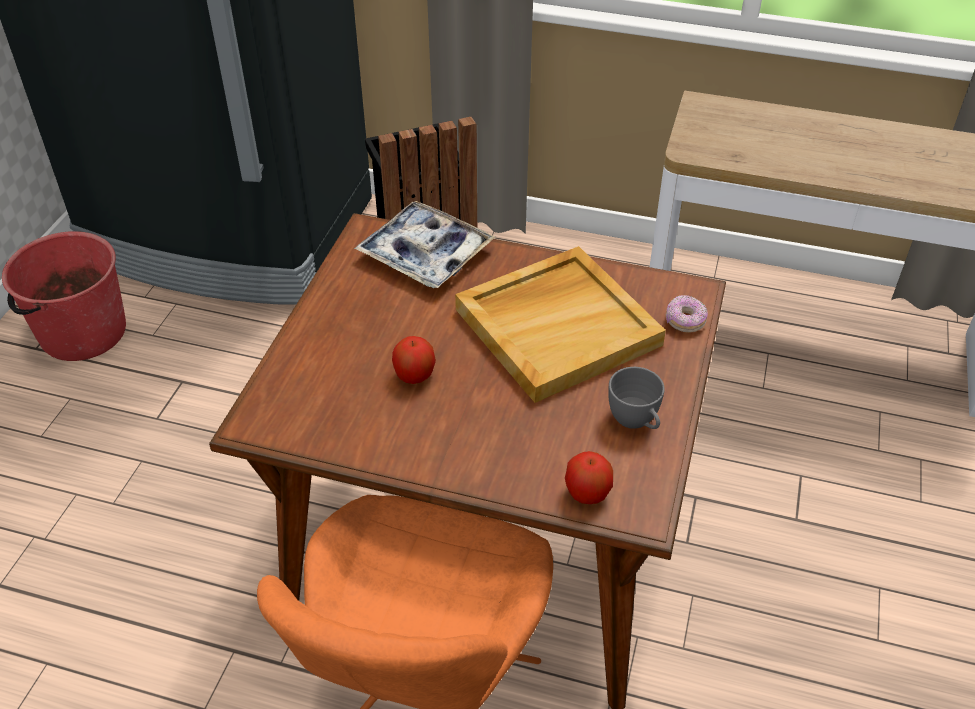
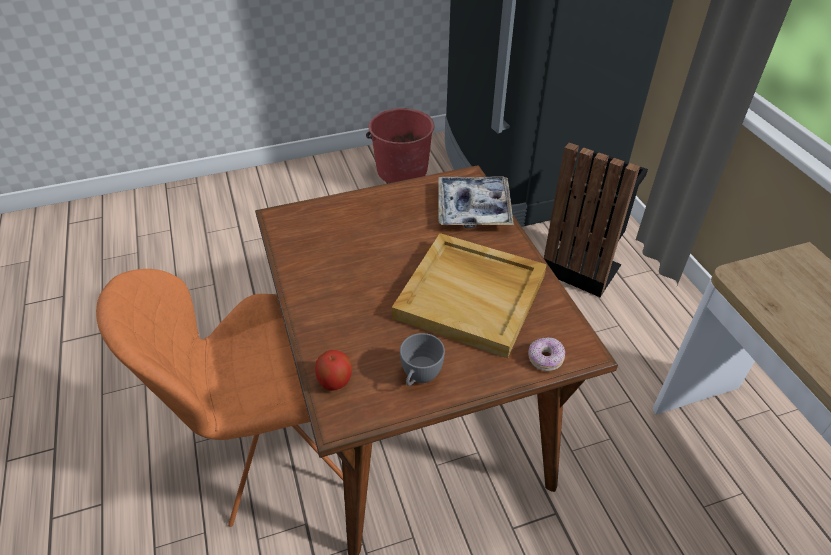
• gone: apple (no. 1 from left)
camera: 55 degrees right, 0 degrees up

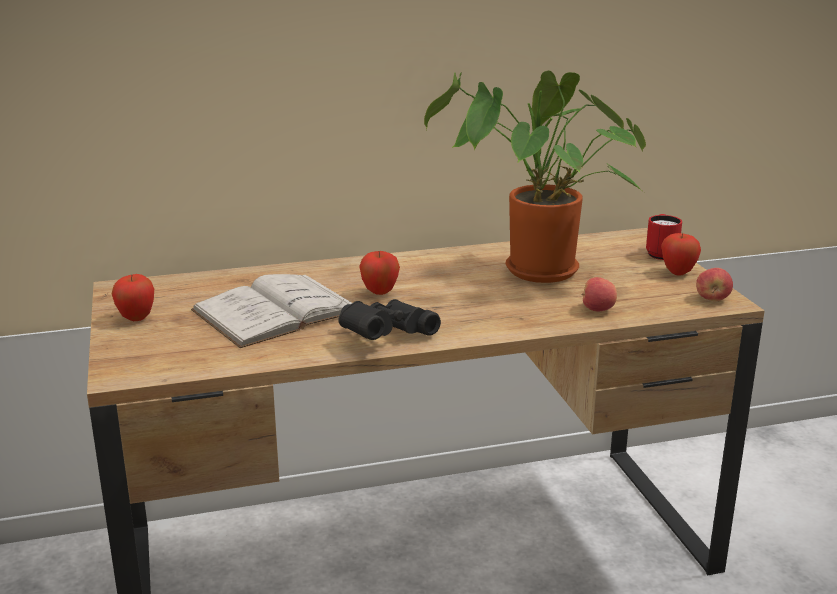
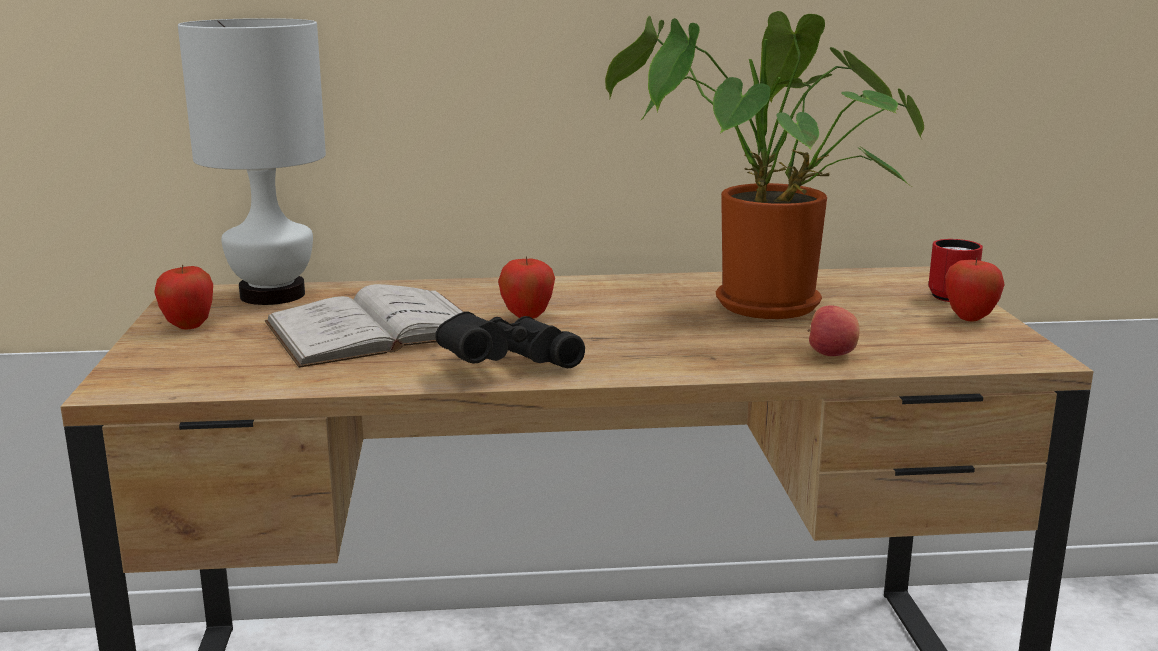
• gone: apple (no. 5 from left)
• new: white_table_lamp
camera: 10 degrees right, 5 degrees down

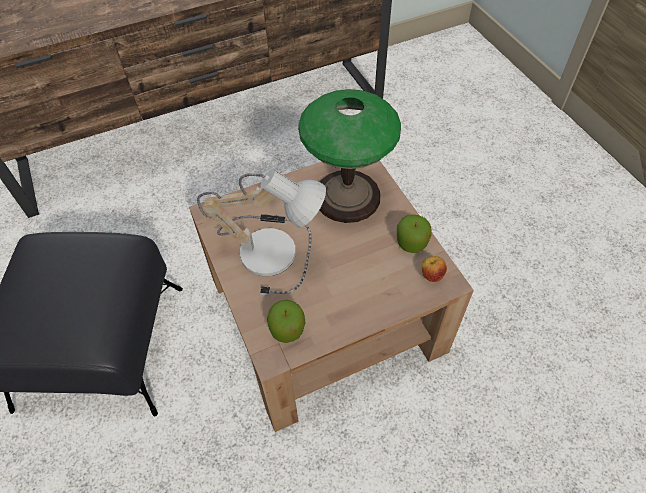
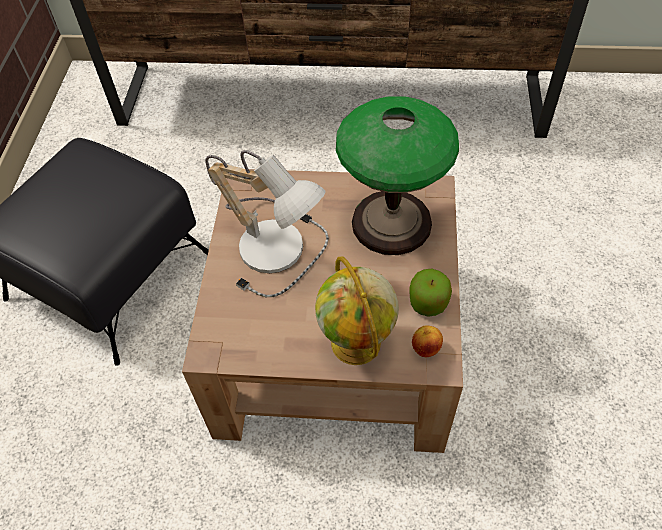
• gone: apple (no. 1 from left)
• new: globe
camera: 30 degrees right, 0 degrees up

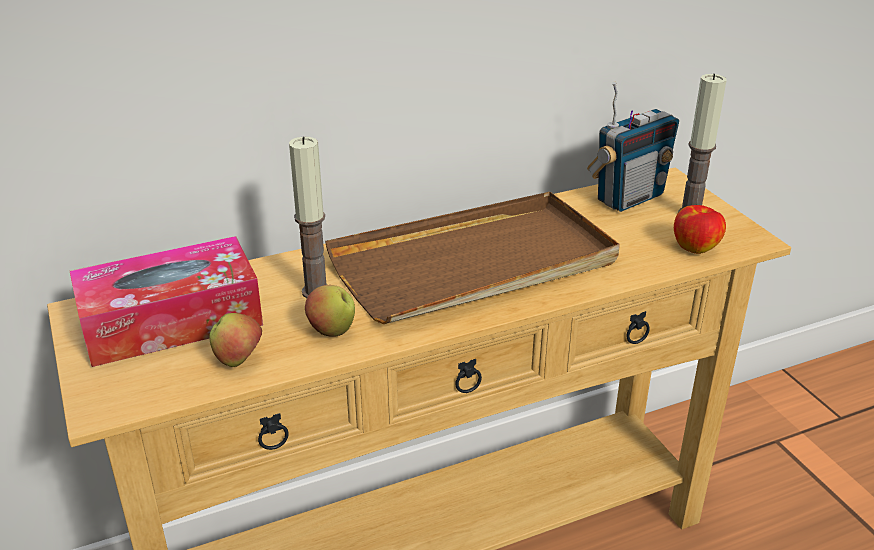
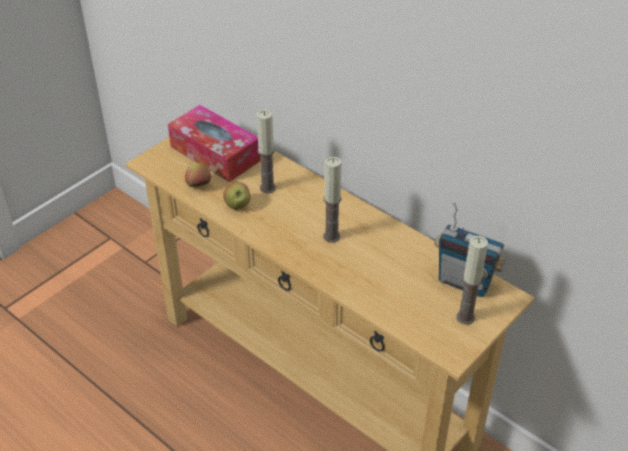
• gone: apple (no. 3 from left)
• swapped: brown_tray to candle (no. 2 from left)
camera: 65 degrees right, 10 degrees up

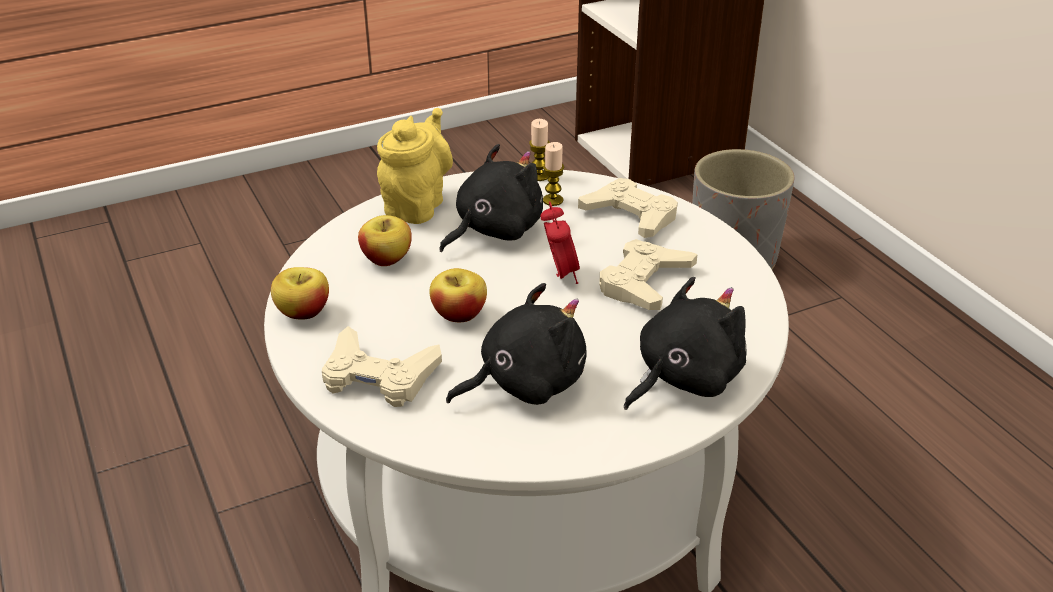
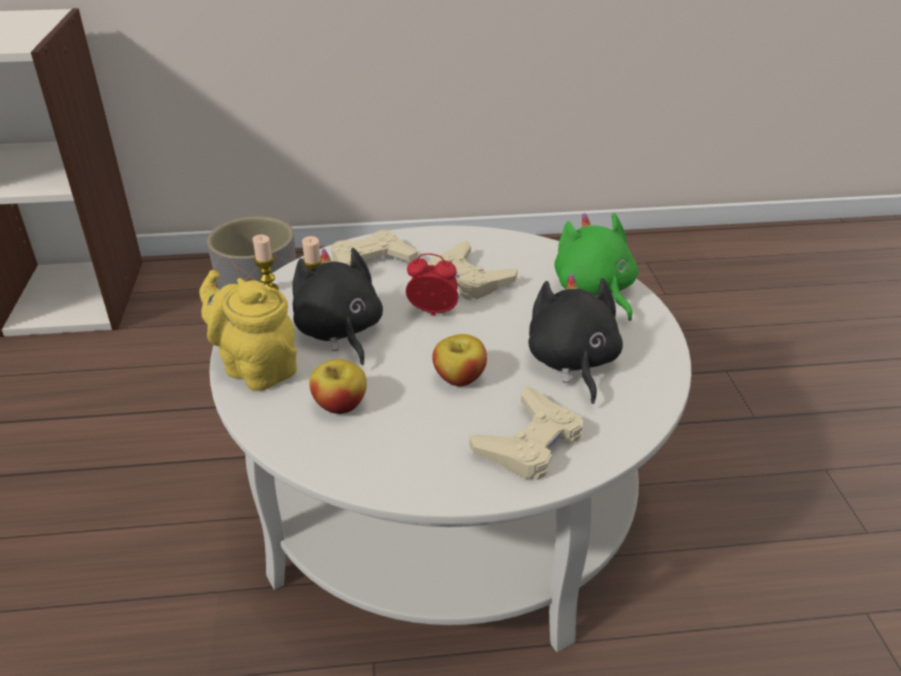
• gone: apple (no. 1 from left)
• repainted: black_plush_toy (no. 3 from left) to green_plush_toy
camera: 70 degrees left, 0 degrees up

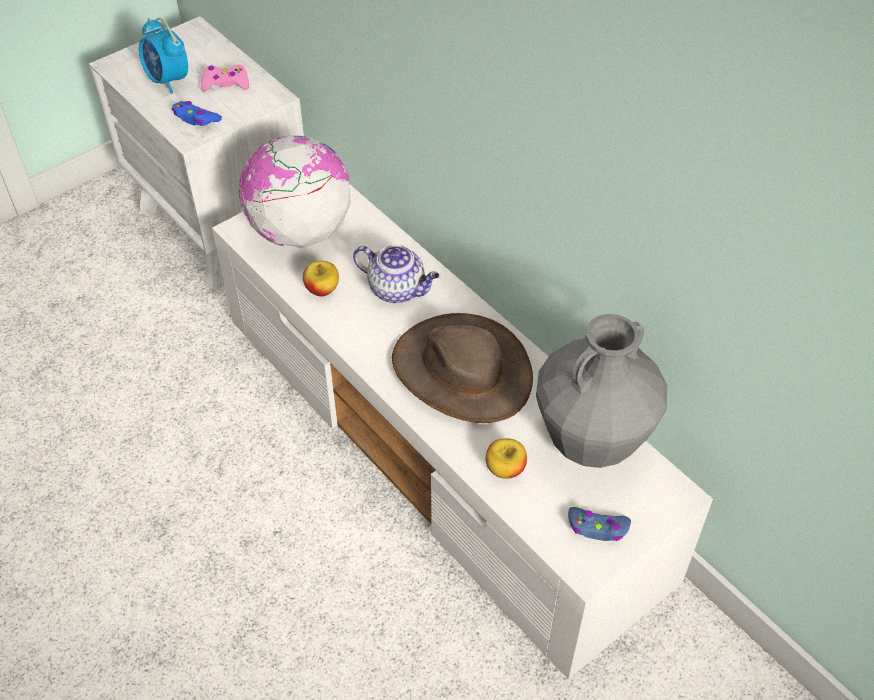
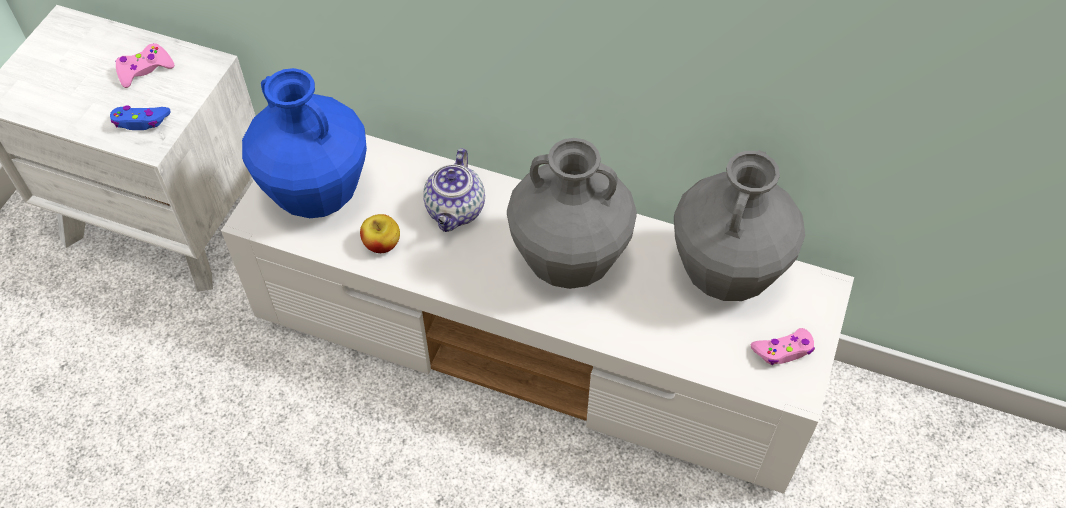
• gone: alarm_clock
• gone: apple (no. 2 from left)
• swapped: globe to blue_vase
• swapped: brown_hat to grey_vase (no. 1 from left)
• repainted: blue_game_controller (no. 2 from left) to pink_game_controller (no. 2 from left)
• rotated: teapot 105 degrees clockwise
camera: 30 degrees left, 5 degrees up

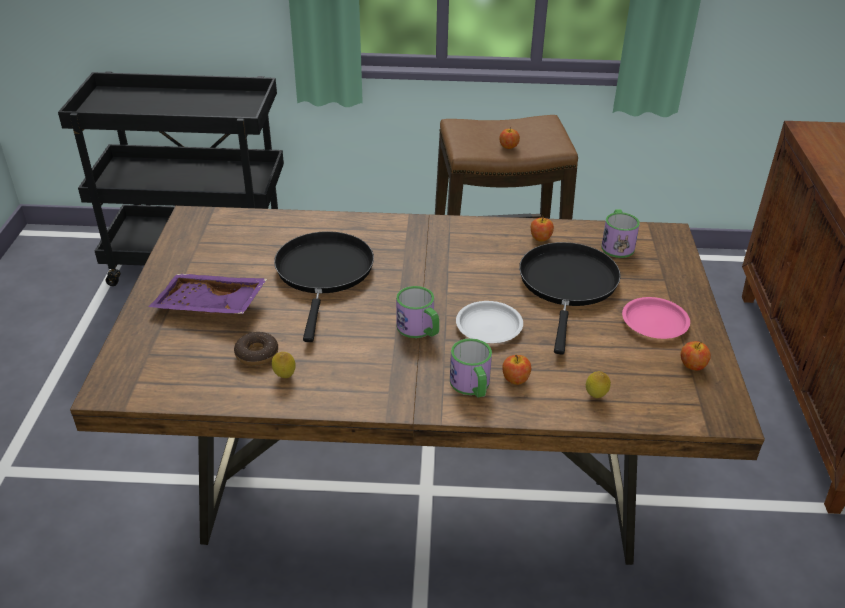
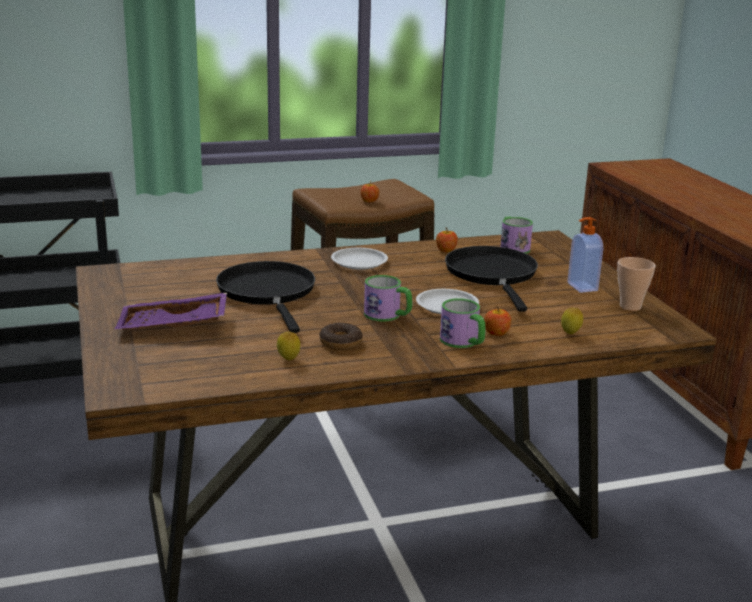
• new: white_plate (no. 1 from left)
• shifted: donut
• swapped: pink_plate to soap_dispenser
• swapped: apple (no. 4 from left) to cup
camera: 20 degrees left, 15 degrees down

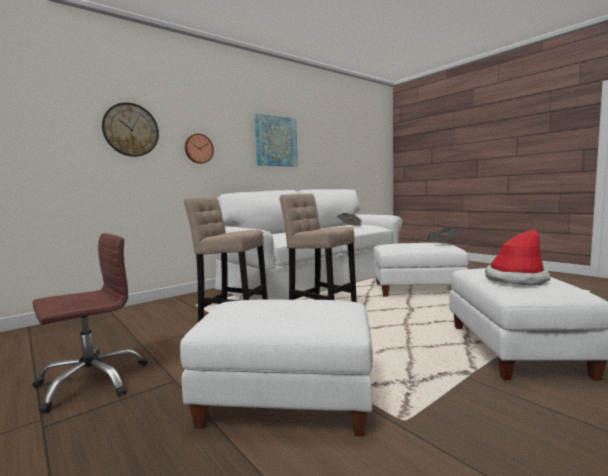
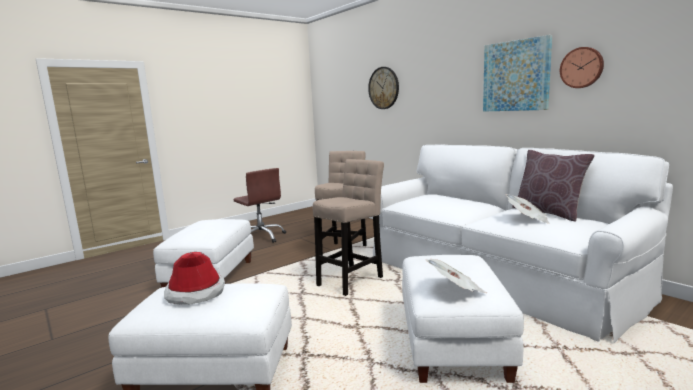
• new: brown_pillow
• shifted: wall_clock (no. 2 from left)
camera: 90 degrees right, 5 degrees up

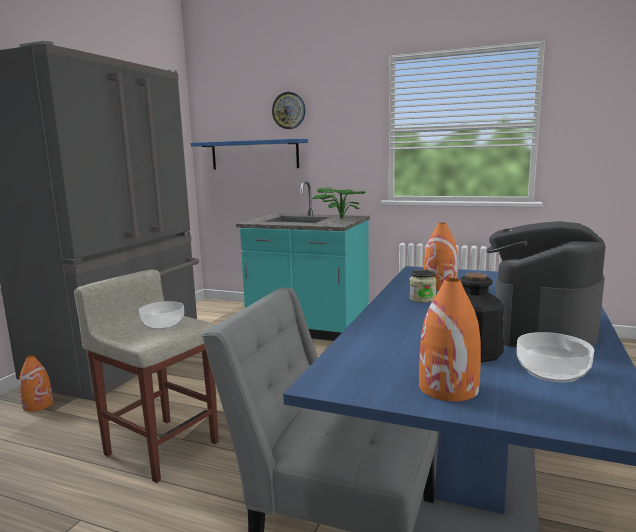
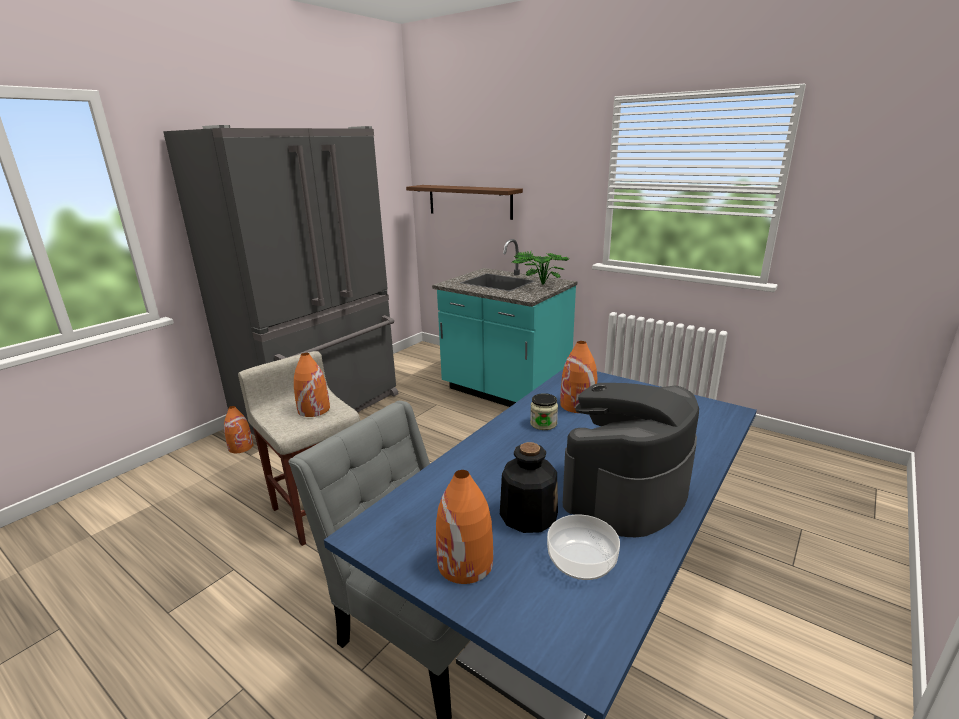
• gone: wall_clock
• swapped: bowl (no. 1 from left) to orange_vase (no. 2 from left)
• repainted: blue_shelf to brown_shelf
camera: 15 degrees right, 10 degrees up

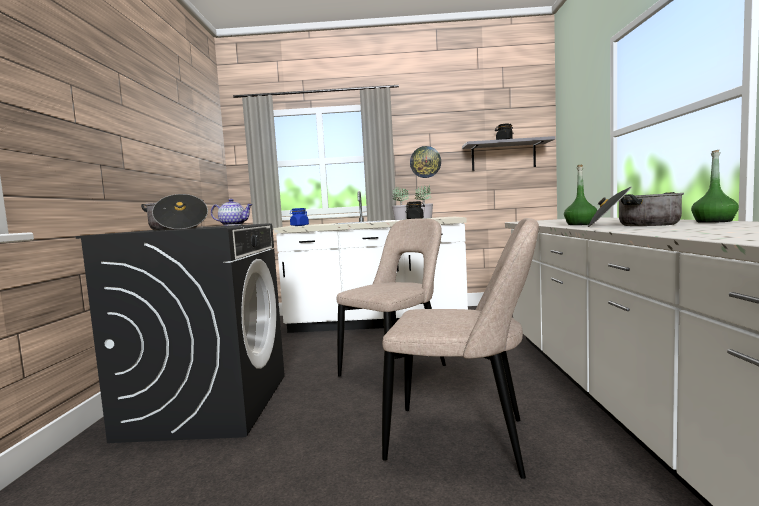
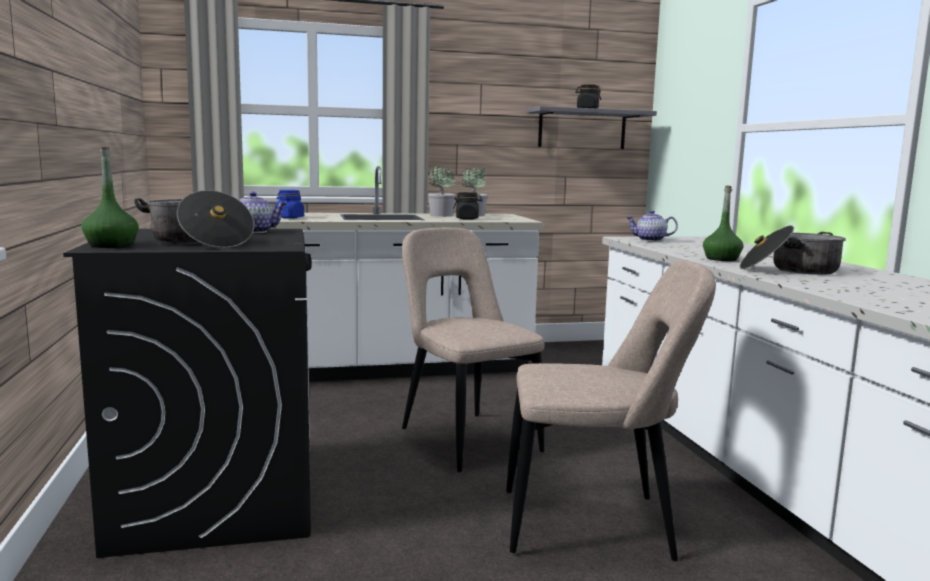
• gone: wall_clock
• new: teapot (no. 2 from left)
• shifted: green_bottle (no. 2 from left in the first image) to green_bottle (no. 1 from left)
• rotated: beige_chair (no. 1 from left) 60 degrees counterclockwise
camera: 15 degrees left, 5 degrees up

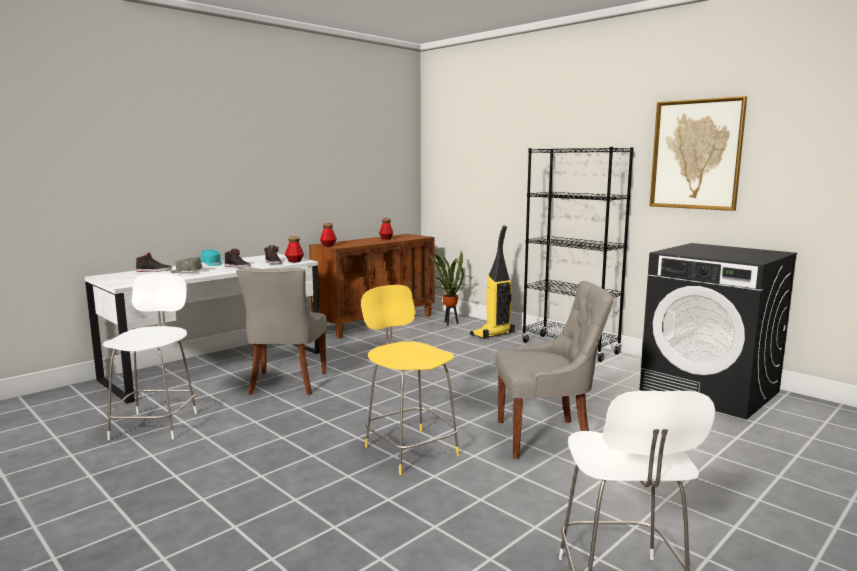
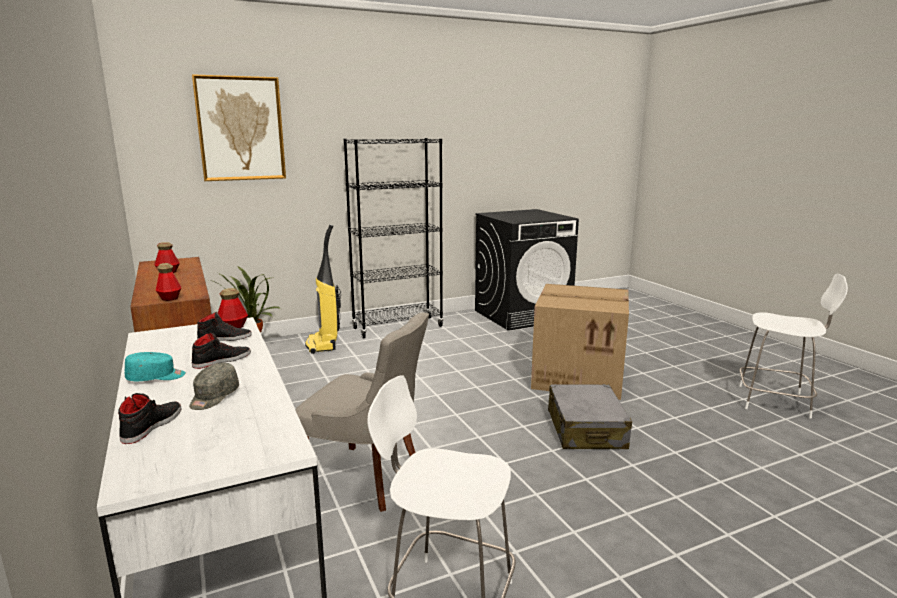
• shifted: picture
• swapped: yellow_stool to grey_suitcase
• swapped: grey_chair (no. 2 from left) to cardboard_box
camera: 70 degrees left, 5 degrees up

